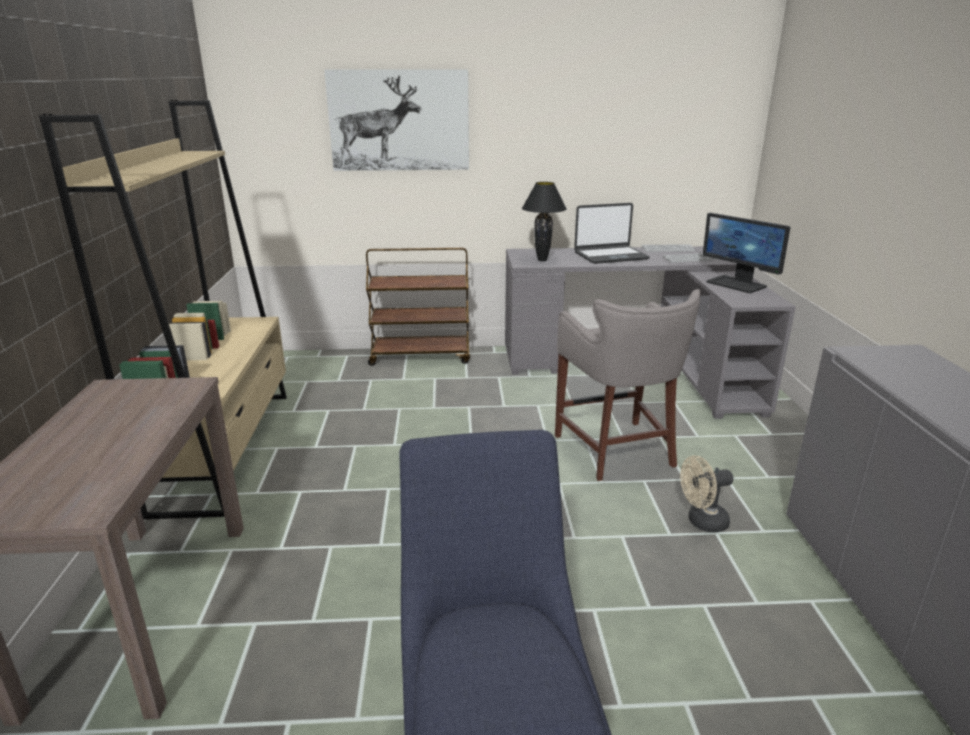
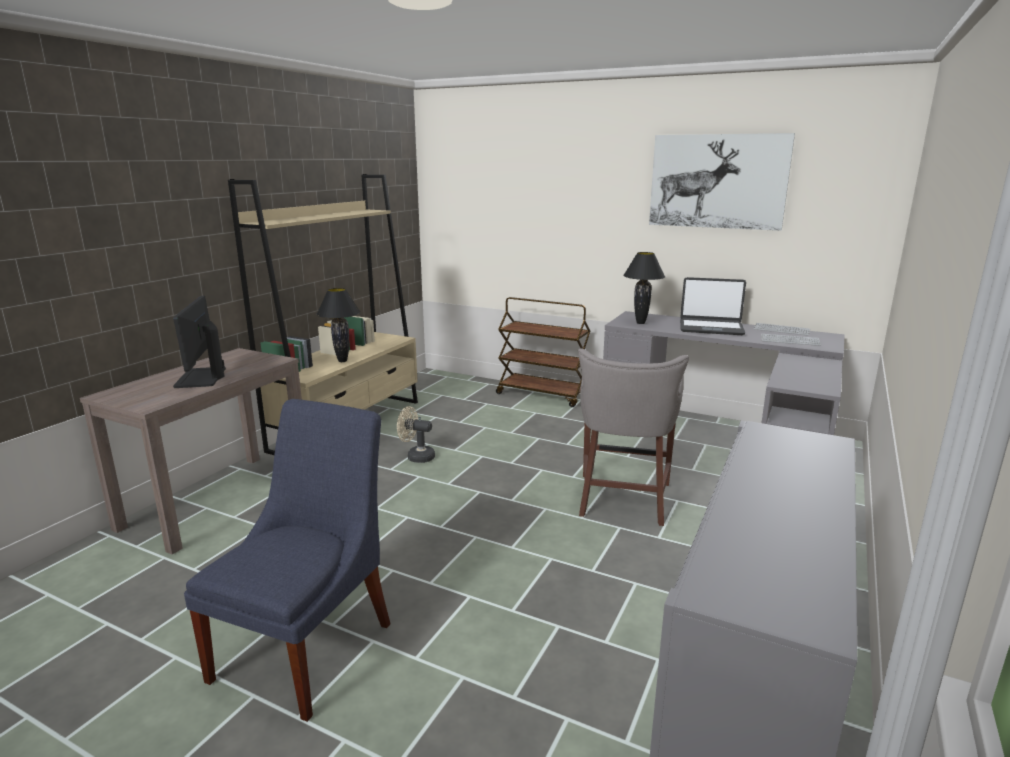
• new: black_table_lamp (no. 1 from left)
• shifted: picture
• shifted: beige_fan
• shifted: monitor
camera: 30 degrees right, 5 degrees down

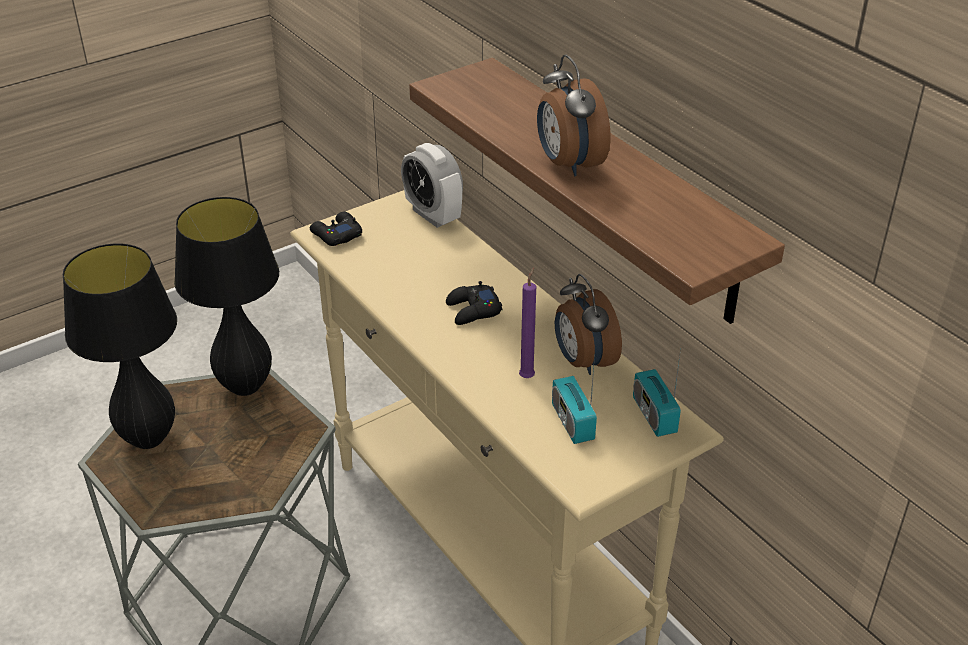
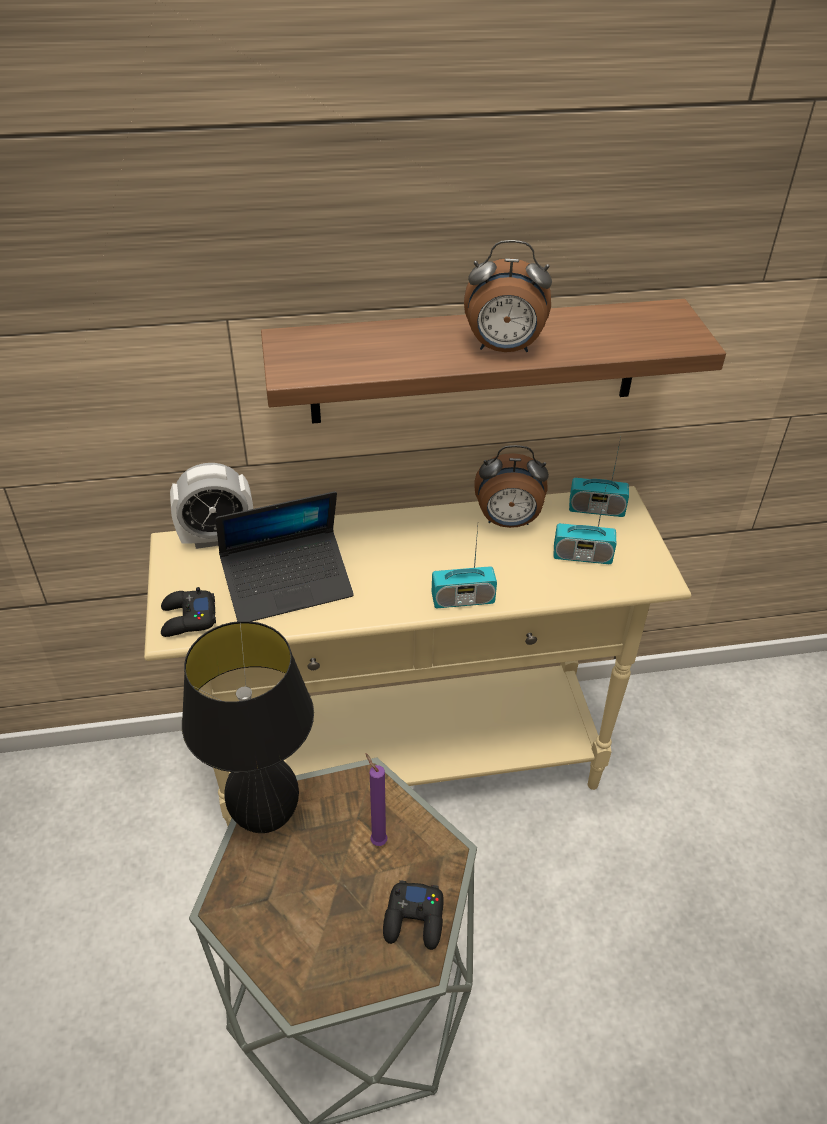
• gone: black_table_lamp (no. 1 from left)
• new: laptop
• new: radio (no. 1 from left)
• shifted: black_game_controller (no. 2 from left)
• shifted: purple_candle
camera: 65 degrees left, 5 degrees up

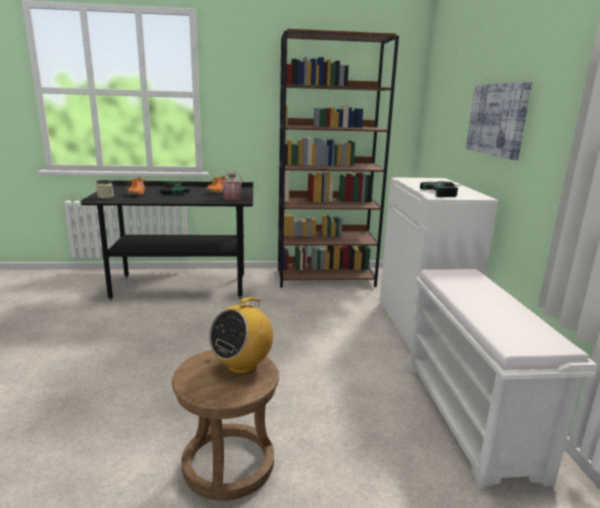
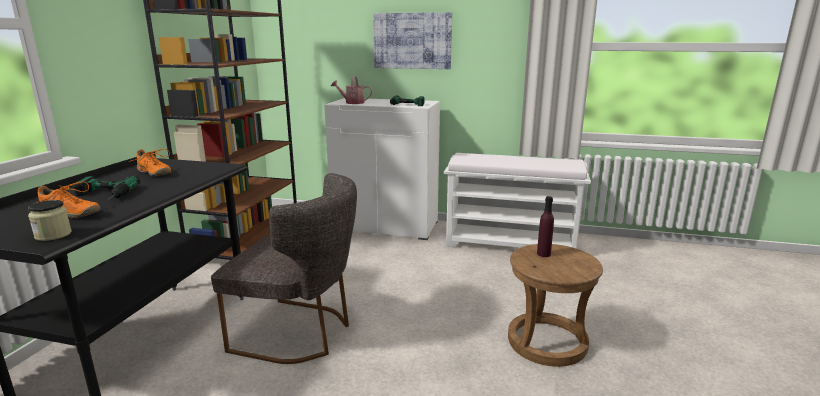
• new: grey_chair
• shifted: watering_can
• swapped: radio to purple_bottle
camera: 70 degrees left, 0 degrees up

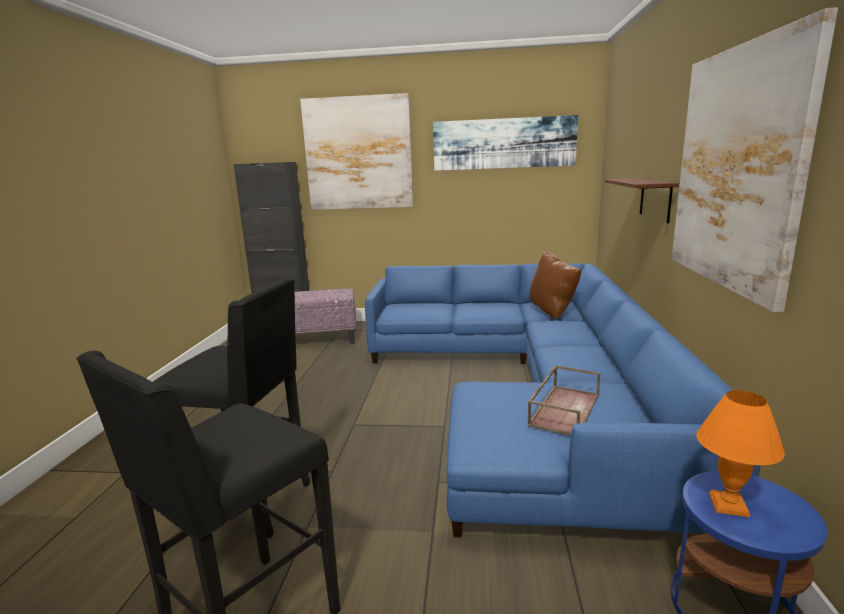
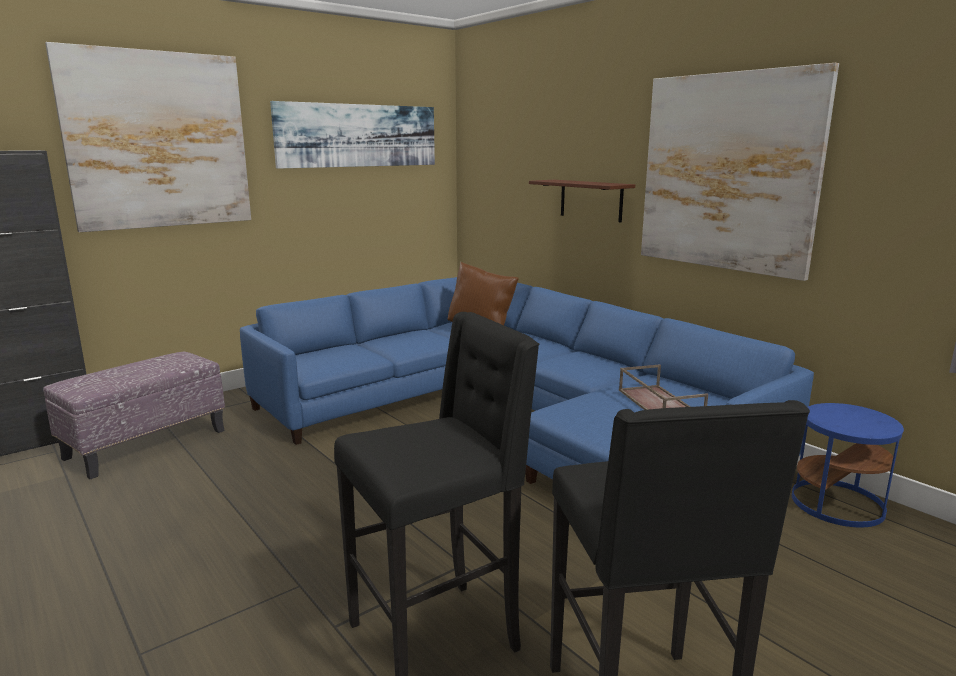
• gone: orange_table_lamp
camera: 45 degrees left, 0 degrees up

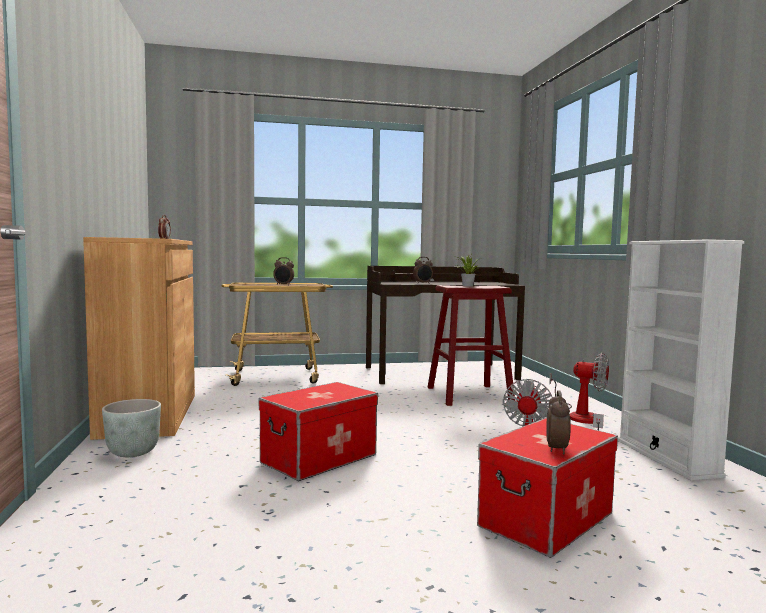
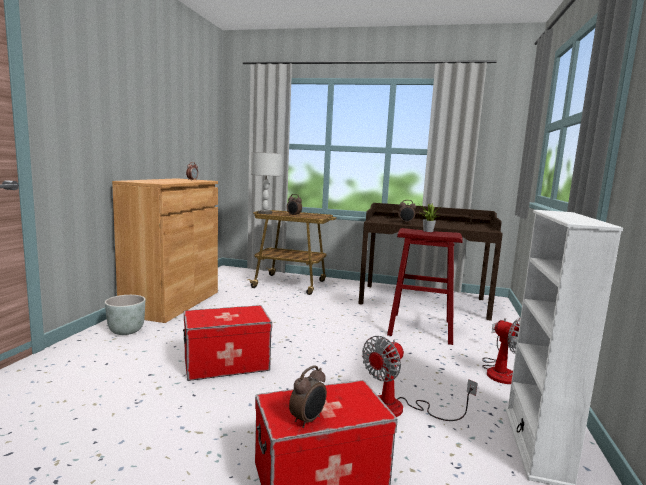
• new: grey_table_lamp
camera: 25 degrees right, 5 degrees up

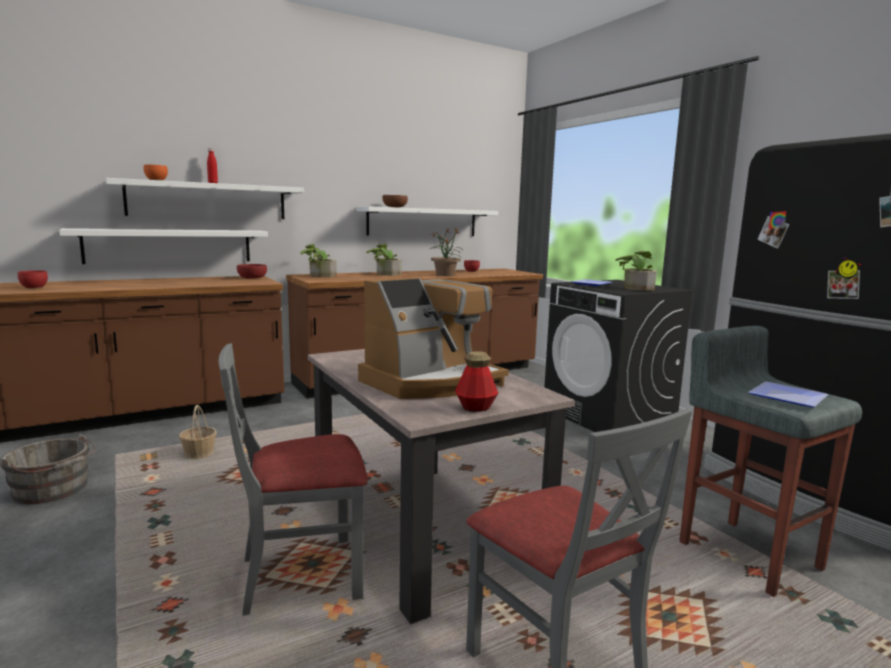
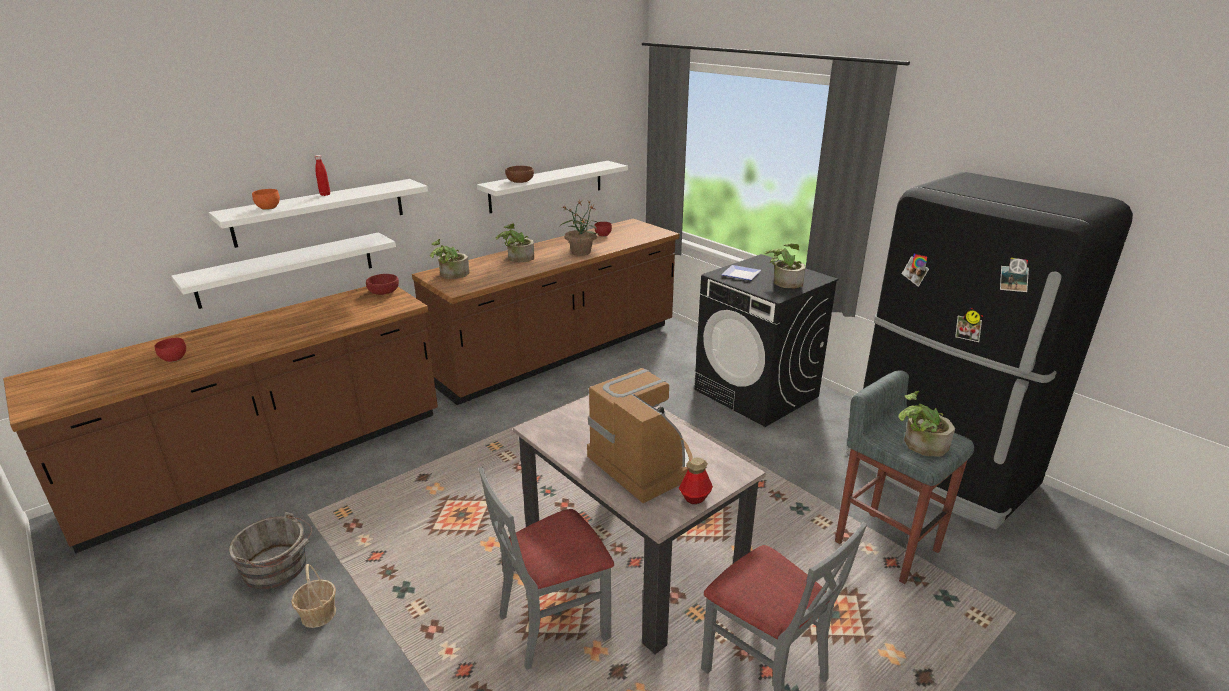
• shifted: basket
• swapped: plate (no. 2 from left) to potted_plant (no. 5 from left)
• rotated: coffee_machine 75 degrees counterclockwise
camera: 10 degrees left, 15 degrees up

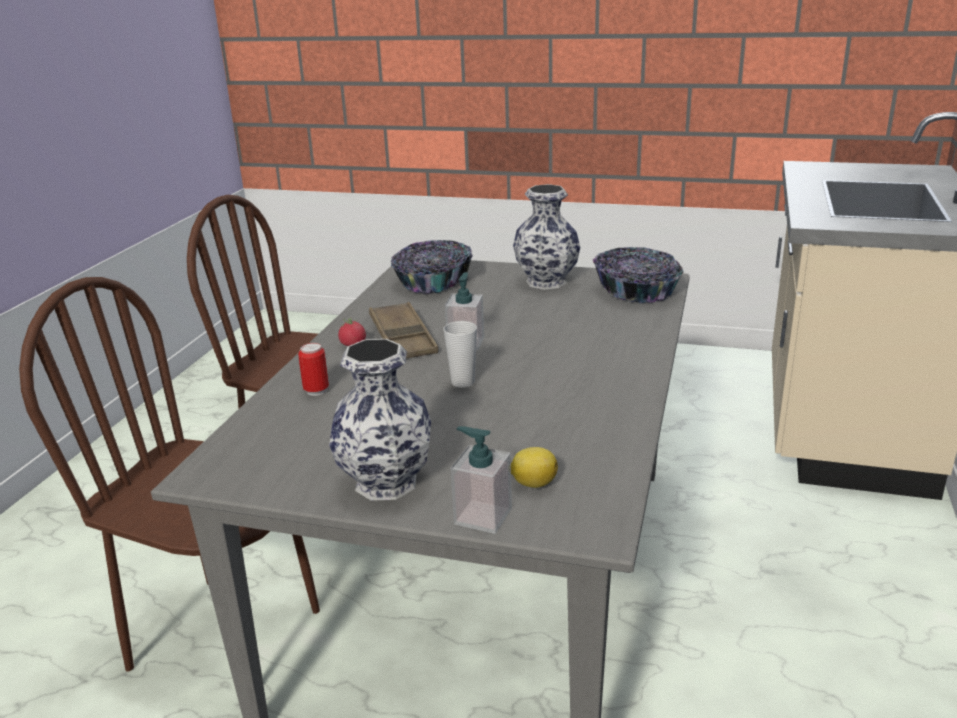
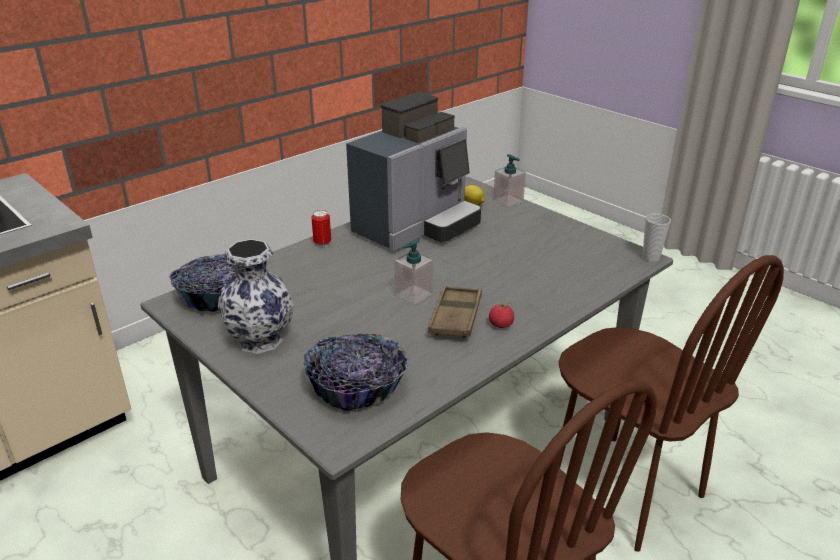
• gone: vase (no. 1 from left)
• new: coffee_machine
• shifted: can
• shifted: cup
camera: 150 degrees left, 5 degrees up

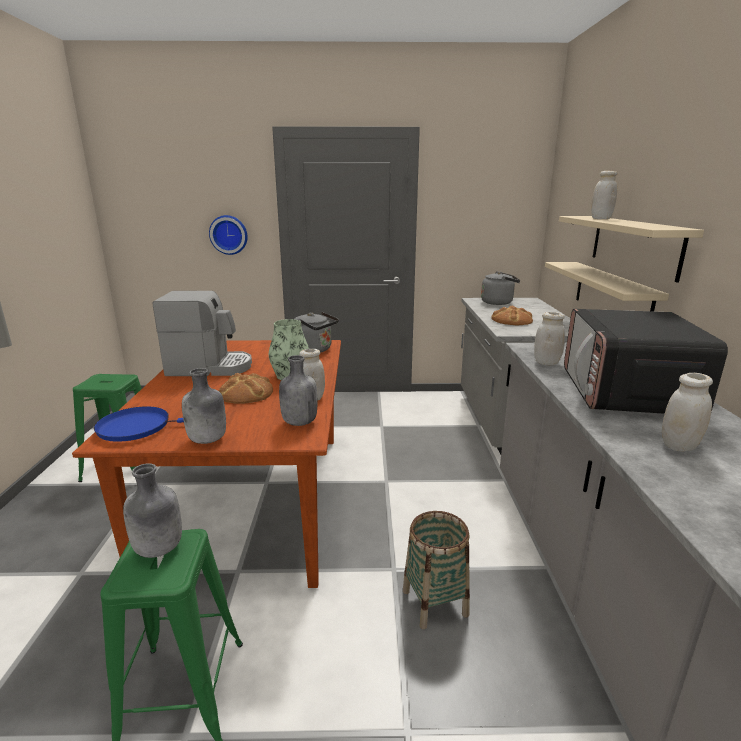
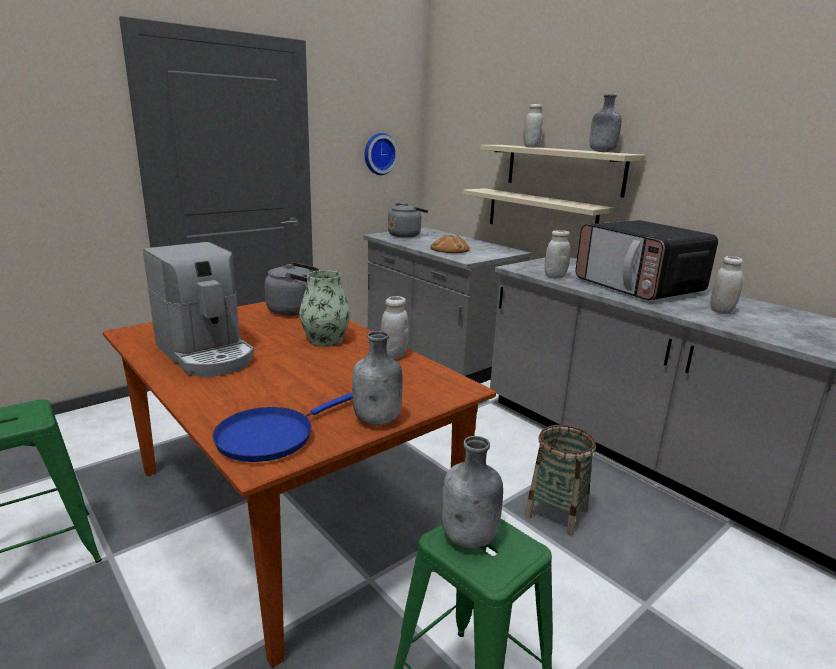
• gone: bread (no. 1 from left)
• shifted: wall_clock
• shifted: grey_bottle (no. 3 from left)
• rotated: coffee_machine 90 degrees clockwise
camera: 40 degrees left, 0 degrees up

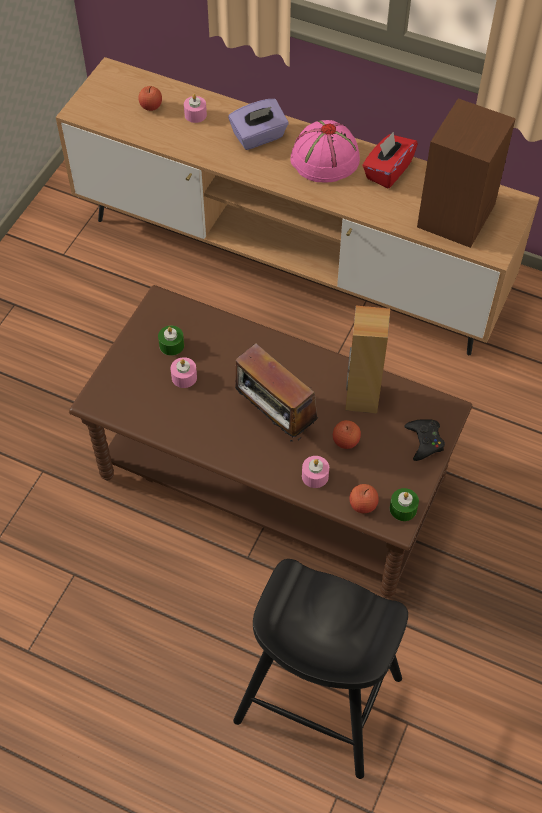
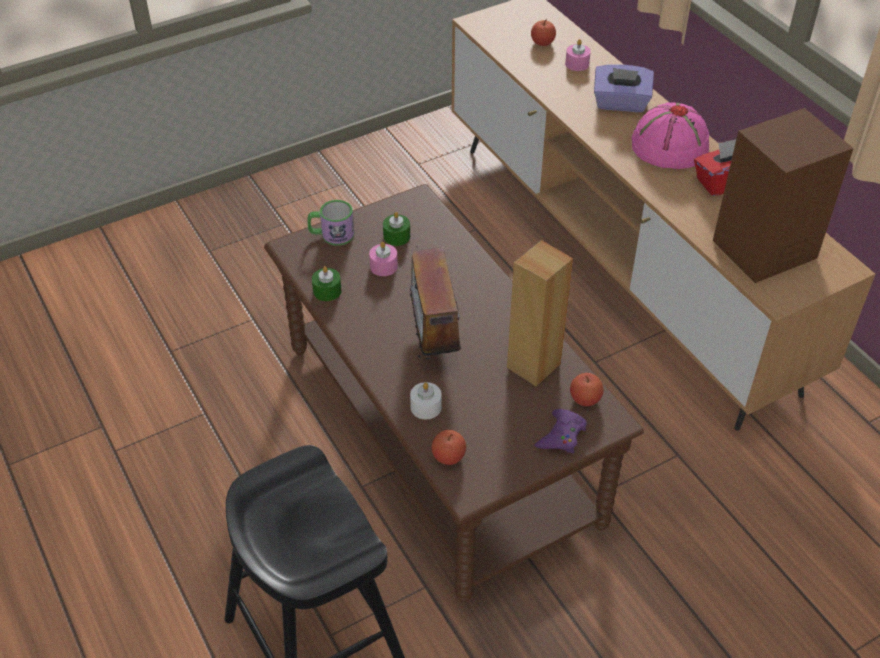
• new: mug
• shifted: apple (no. 2 from left in the first image) to apple (no. 3 from left)
• shifted: green_candle (no. 2 from left in the first image) to green_candle (no. 1 from left)
• repainted: pink_candle (no. 3 from left) to white_candle
• repainted: black_game_controller to purple_game_controller
camera: 35 degrees right, 10 degrees down

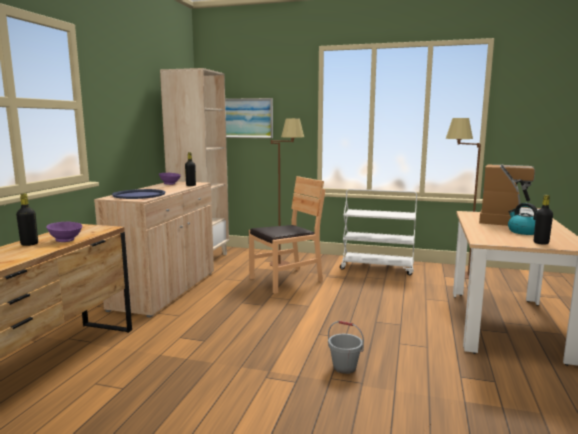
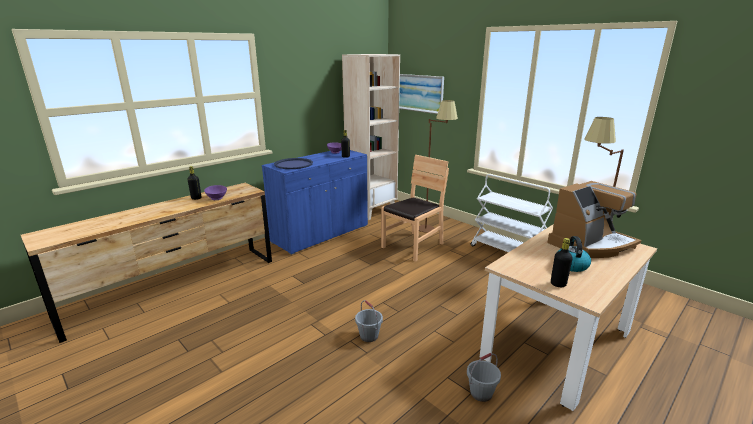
• new: grey_bucket (no. 2 from left)
• repainted: beige_cabinet to blue_cabinet
• rotated: brown_chair 45 degrees counterclockwise
camera: 30 degrees right, 10 degrees up

